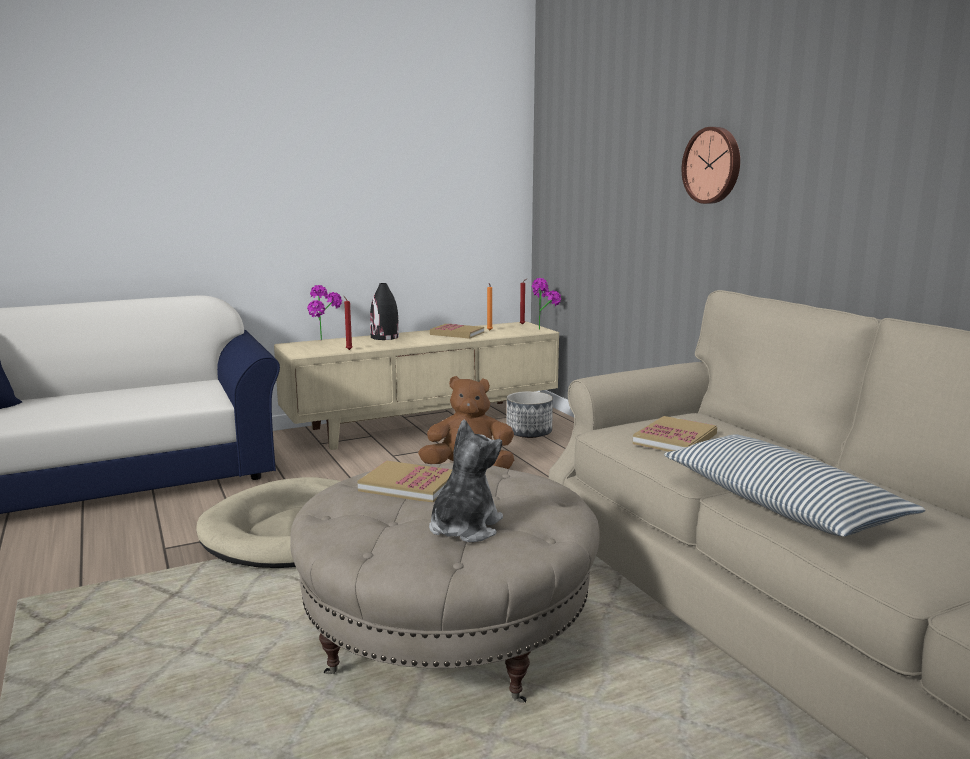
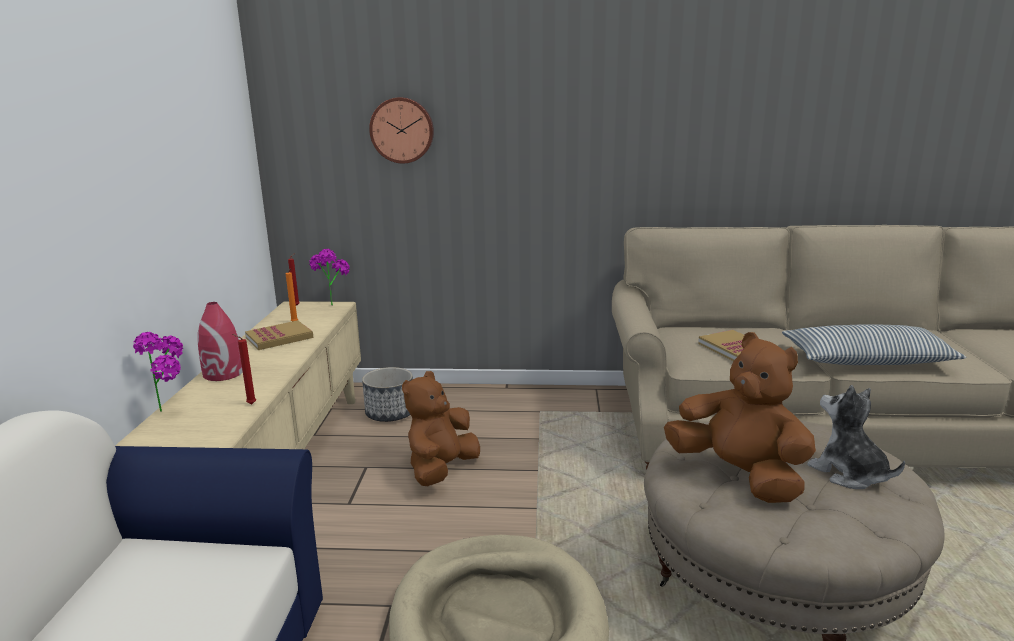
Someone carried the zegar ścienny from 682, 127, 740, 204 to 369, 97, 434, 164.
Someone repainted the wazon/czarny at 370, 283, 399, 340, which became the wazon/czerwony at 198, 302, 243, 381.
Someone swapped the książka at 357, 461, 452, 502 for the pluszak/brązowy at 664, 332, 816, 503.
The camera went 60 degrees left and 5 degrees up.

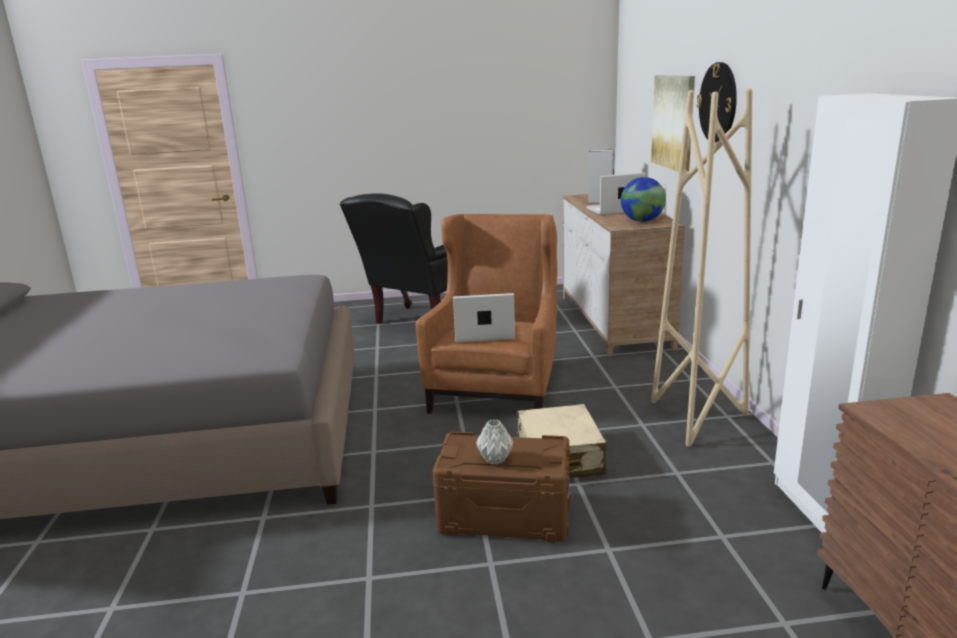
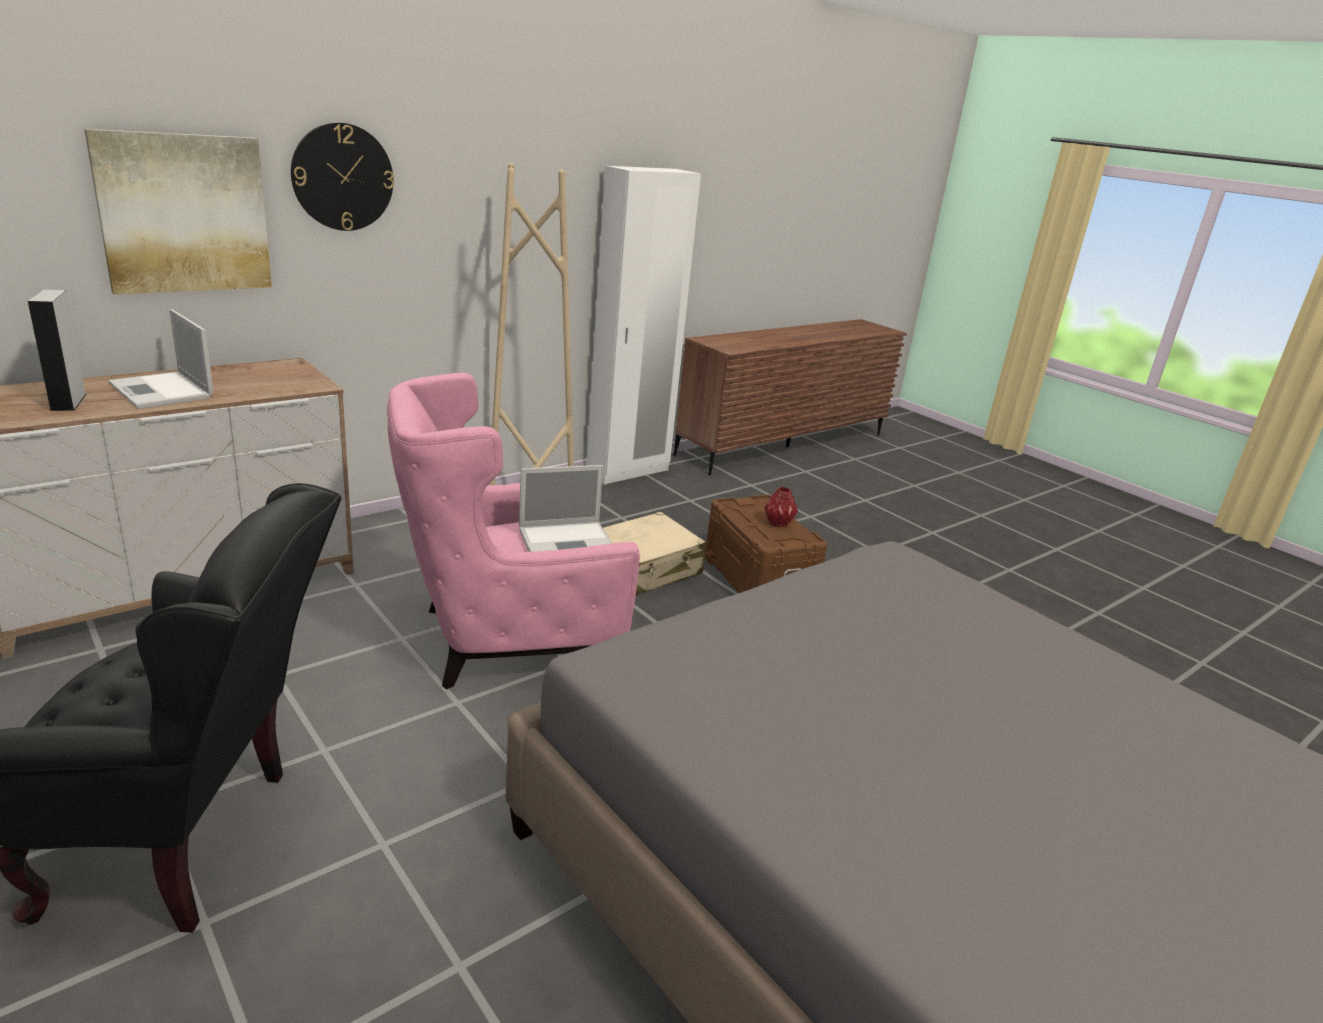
Someone took away the globus at 621, 177, 666, 222.
Someone repainted the fotel/brązowy at 416, 214, 557, 414, which became the fotel/różowy at 387, 373, 640, 689.
Someone rotated the laptop at 453, 293, 515, 343 by 75 degrees counterclockwise.
Someone repainted the wazon/szary at 476, 419, 513, 465, which became the wazon/czerwony at 764, 487, 798, 527.
The camera went 125 degrees left and 5 degrees up.

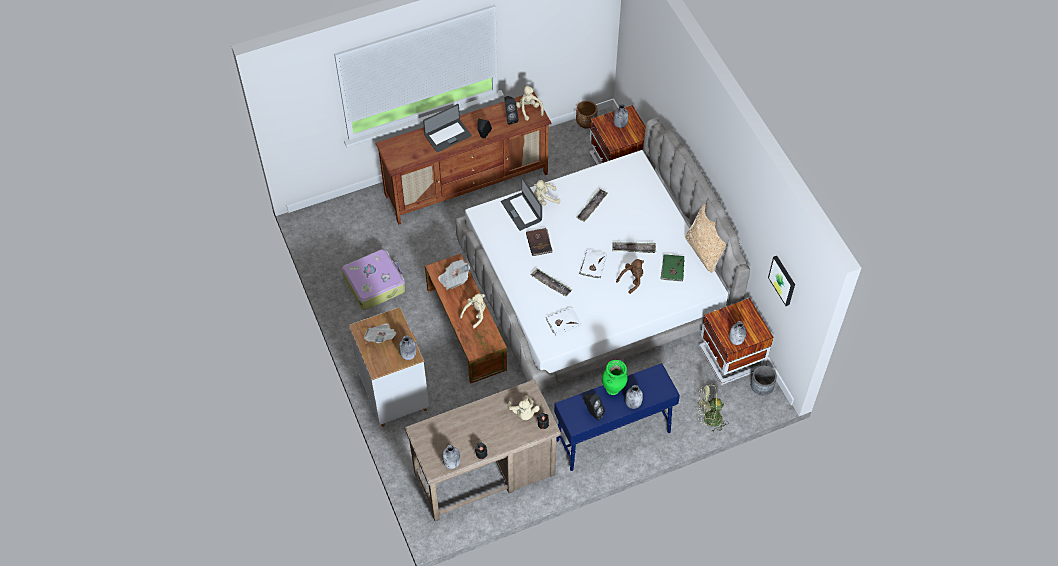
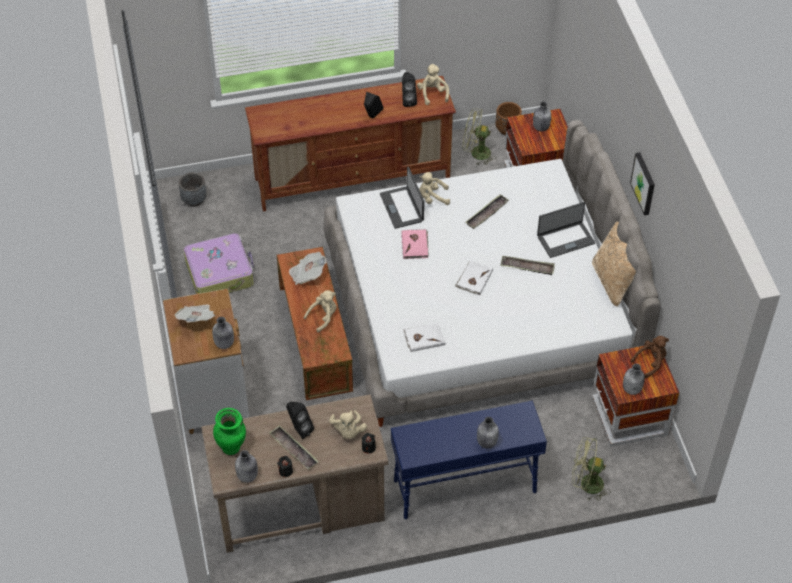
Someone carried the laptop from 423, 104, 472, 152 to 537, 202, 595, 258.
Someone repainted the książka/brązowy at 526, 228, 553, 256, which became the książka/różowy at 401, 229, 429, 259.
Someone took away the książka/zielony at 661, 254, 684, 281.
Someone carried the obraz from 768, 256, 795, 306 to 630, 152, 655, 215.
Someone carried the pluszak/brązowy from 616, 259, 644, 294 to 630, 336, 669, 378.
Someone carried the taca from 531, 268, 572, 296 to 269, 425, 319, 469.
Someone carried the wazon/zielony from 602, 360, 628, 395 to 213, 408, 246, 455.
Someone carried the donica/szary from 750, 366, 777, 395 to 178, 172, 207, 207.
Someone carried the głośnik/czarny from 583, 394, 605, 421 to 286, 402, 314, 439.
Someone put down the wentylator/zielony at 463, 108, 494, 165.
The camera went 10 degrees right and 5 degrees down.

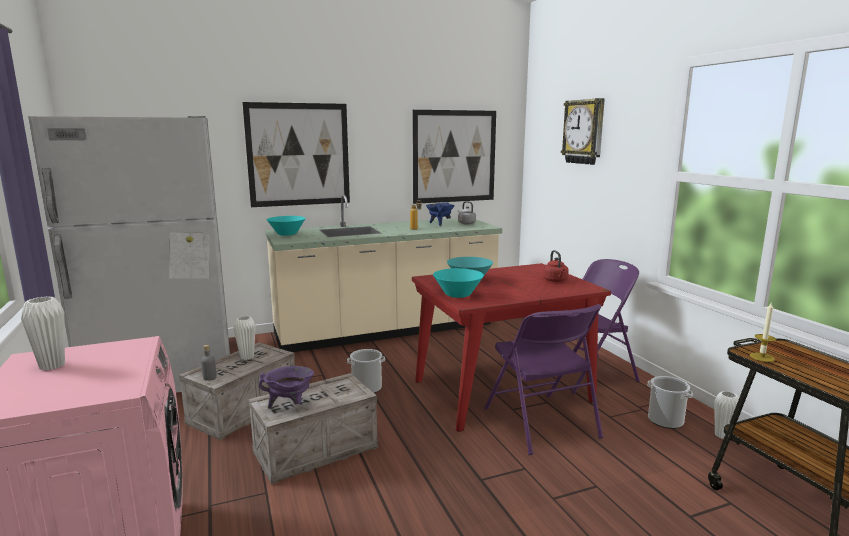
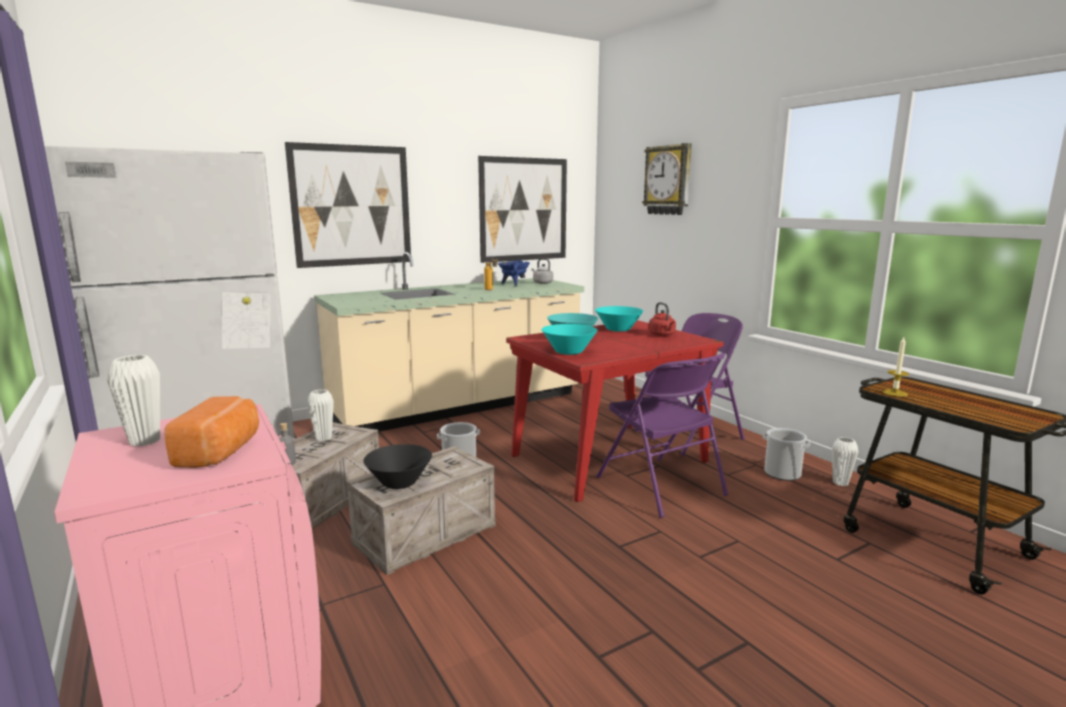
Someone carried the miska/turkusowy from 267, 216, 306, 236 to 595, 306, 643, 332.
Someone swapped the garnek/fioletowy at 259, 366, 314, 409 for the miska/czarny at 363, 444, 432, 489.
Someone put down the chleb at 164, 396, 259, 468.
The camera went 10 degrees left and 0 degrees up.

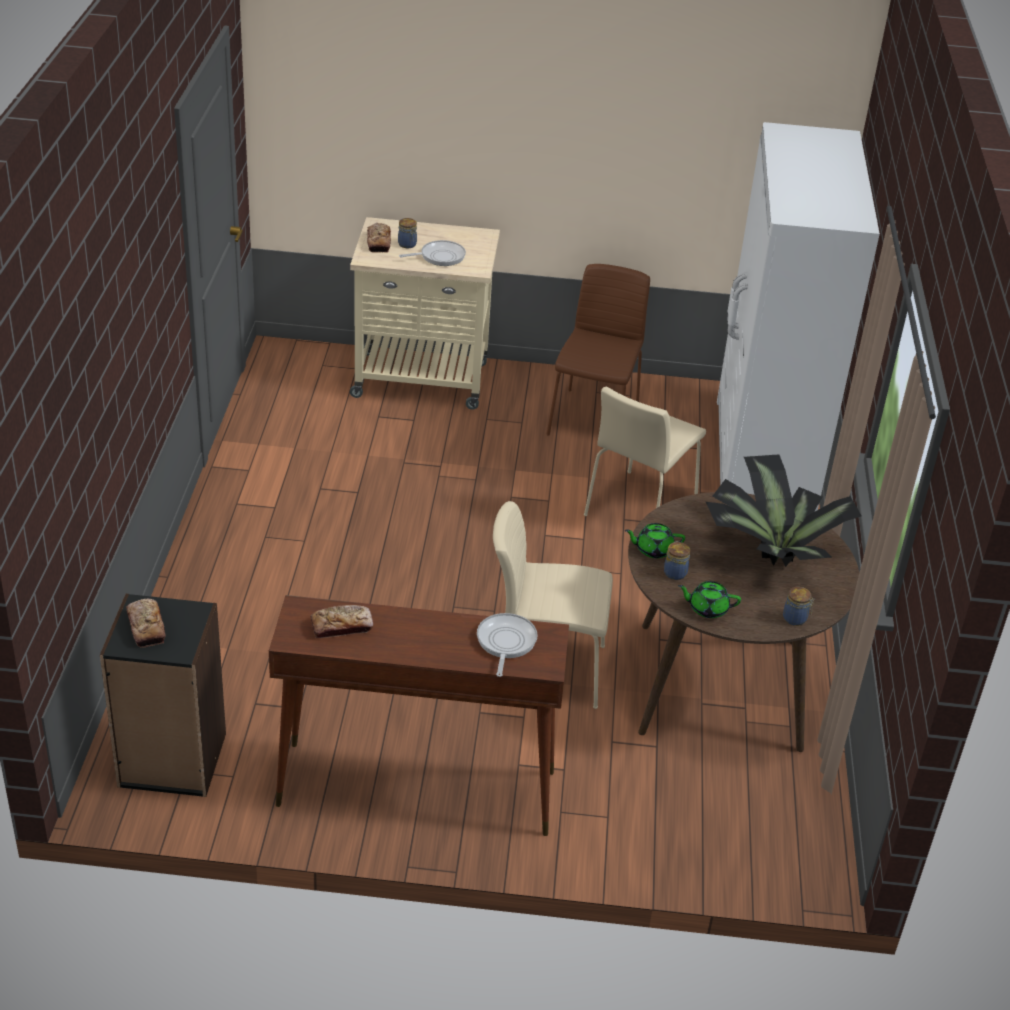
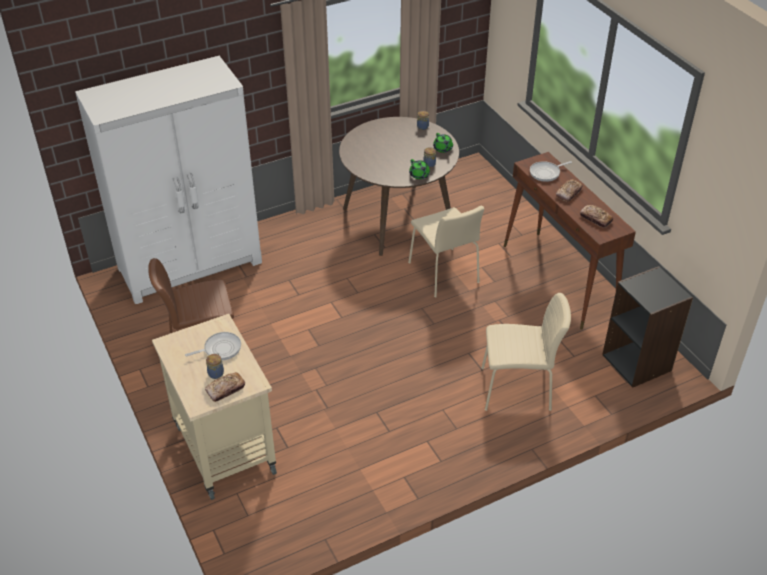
Someone rotated the patelnia at 399, 240, 466, 266 by 120 degrees clockwise.
Someone carried the krzesło/beżowy from 584, 387, 706, 516 to 481, 293, 571, 411.
Someone took away the roślina doniczkowa at 706, 454, 862, 567.
Someone carried the chleb from 126, 598, 166, 647 to 556, 179, 583, 202.
The camera went 120 degrees left and 5 degrees up.

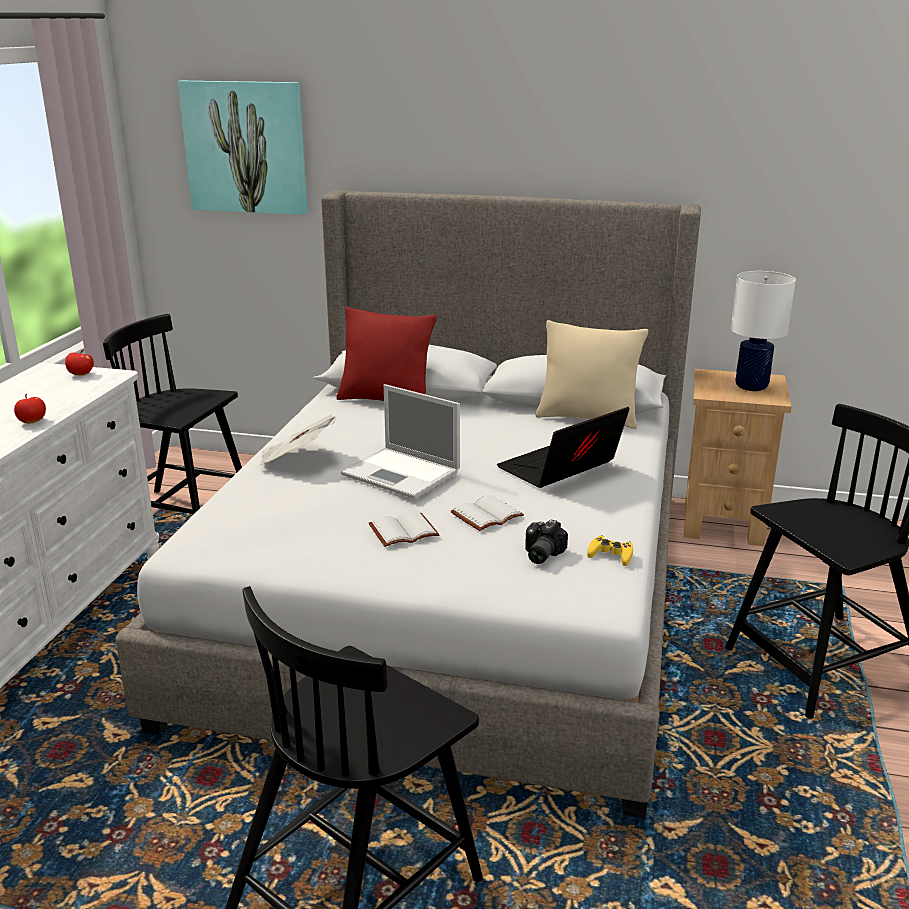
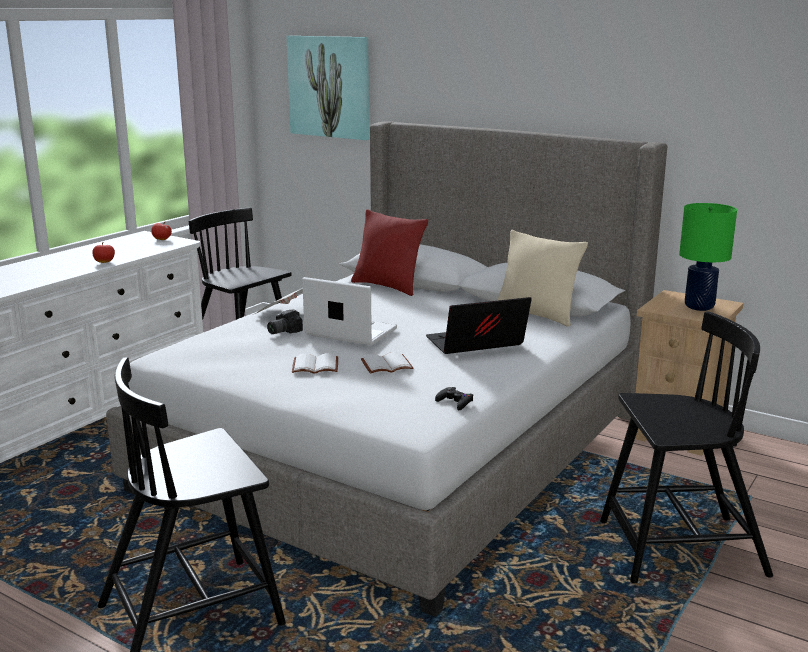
Someone repainted the lampa stołowa/biały at 731, 271, 796, 391, which became the lampa stołowa/zielony at 679, 203, 737, 311.
Someone rotated the laptop at 341, 384, 460, 499 by 150 degrees clockwise.
Someone carried the aparat fotograficzny from 525, 520, 568, 564 to 267, 309, 303, 334.
Someone repainted the pad do gier/żółty at 587, 536, 633, 566, which became the pad do gier/czarny at 435, 387, 474, 410.
The camera went 20 degrees right and 5 degrees down.

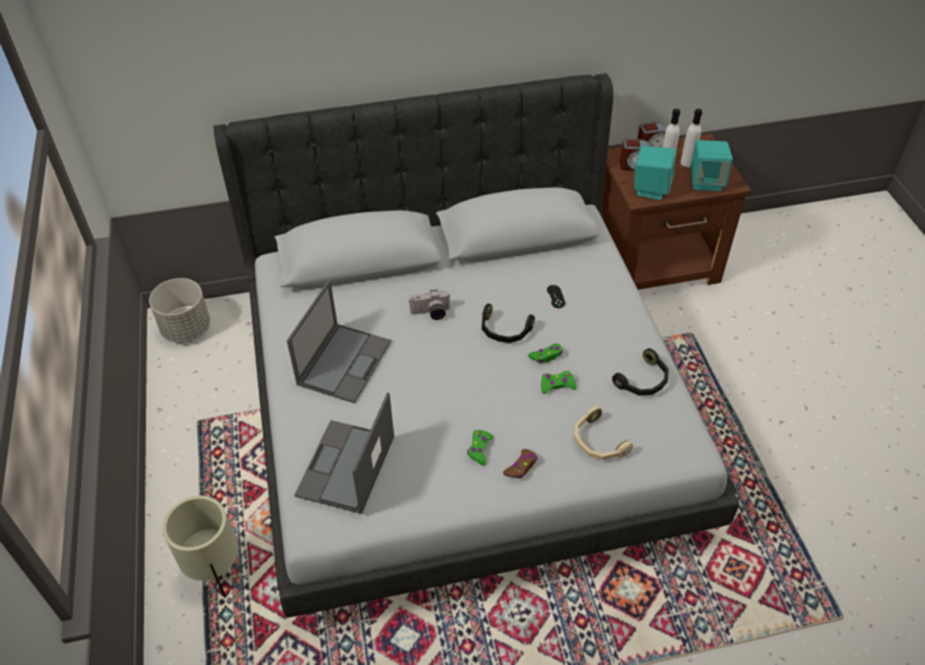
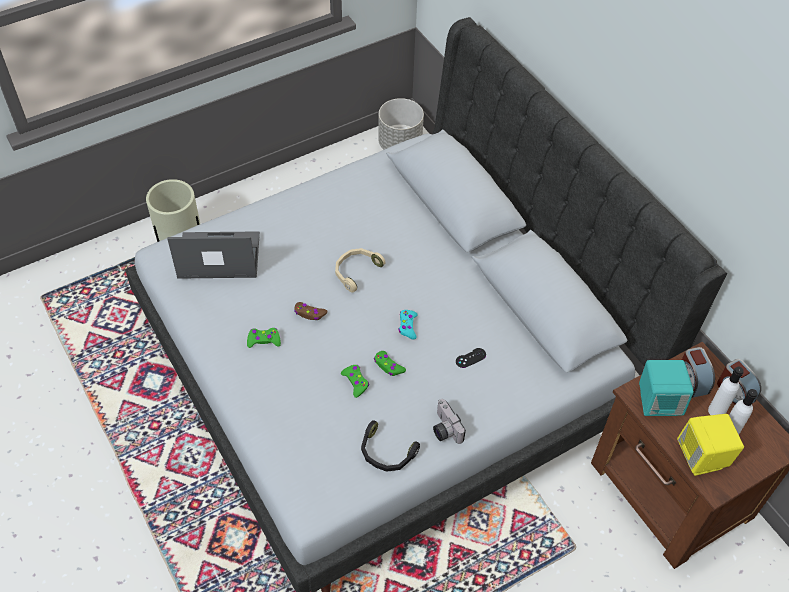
Someone repainted the głośnik/turkusowy at 691, 140, 733, 191, which became the głośnik/żółty at 677, 414, 744, 476.
Someone took away the laptop at 287, 280, 391, 403.
Someone carried the aparat fotograficzny from 409, 290, 451, 320 to 433, 399, 466, 444.
Someone swapped the słuchawki/czarny at 482, 304, 535, 343 for the pad do gier/turkusowy at 398, 310, 417, 340.
Someone carried the słuchawki/beżowy from 574, 406, 633, 460 to 335, 248, 386, 292.
Someone carried the pad do gier/brązowy from 503, 449, 538, 478 to 294, 302, 327, 320.
The camera went 70 degrees right and 5 degrees up.

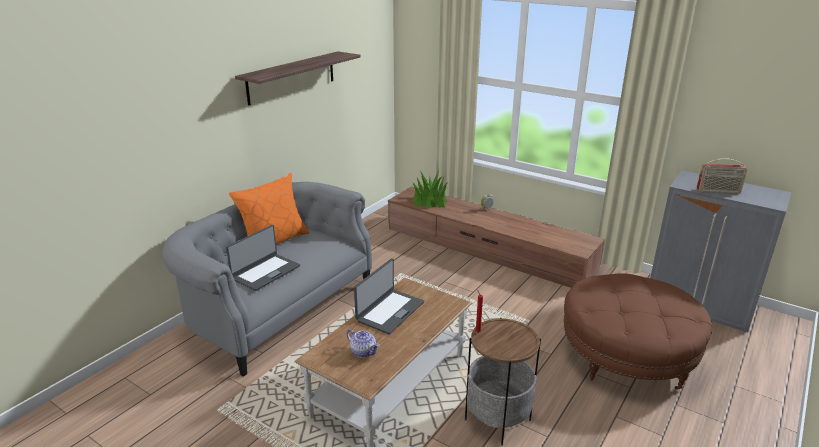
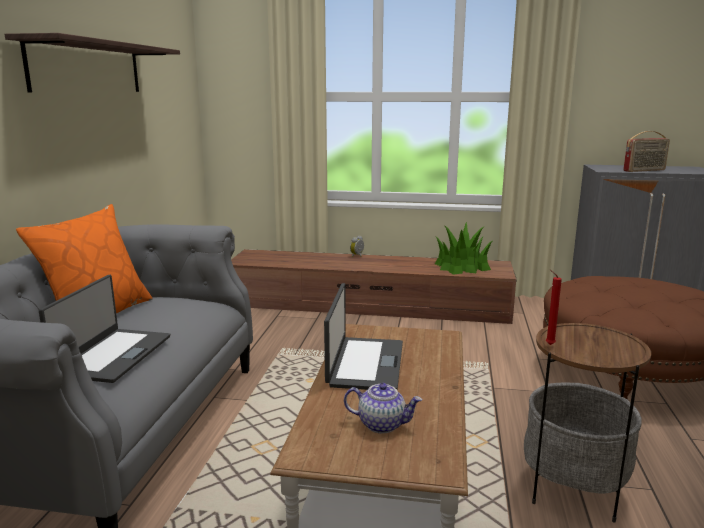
Someone carried the roślina doniczkowa from 412, 170, 448, 208 to 435, 222, 492, 275.
The camera went 25 degrees left and 10 degrees down.

